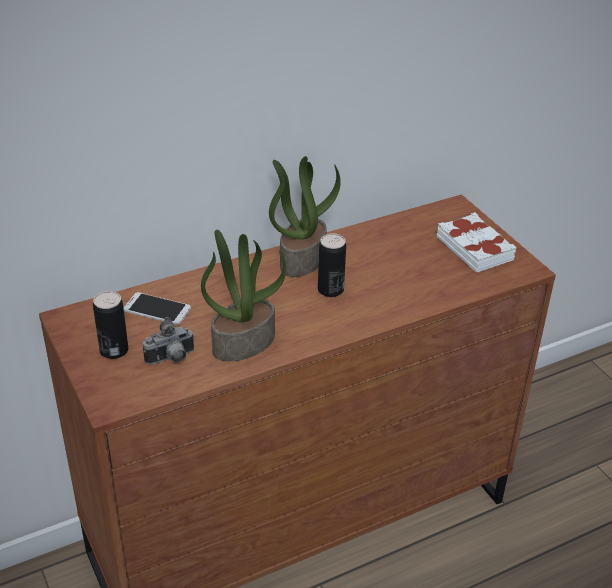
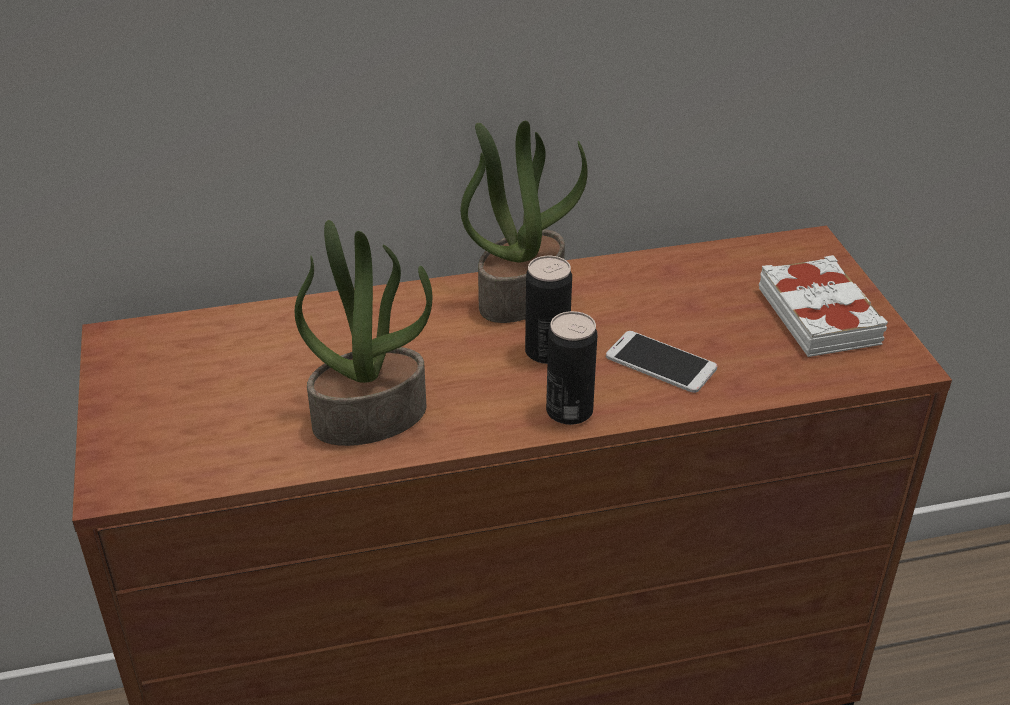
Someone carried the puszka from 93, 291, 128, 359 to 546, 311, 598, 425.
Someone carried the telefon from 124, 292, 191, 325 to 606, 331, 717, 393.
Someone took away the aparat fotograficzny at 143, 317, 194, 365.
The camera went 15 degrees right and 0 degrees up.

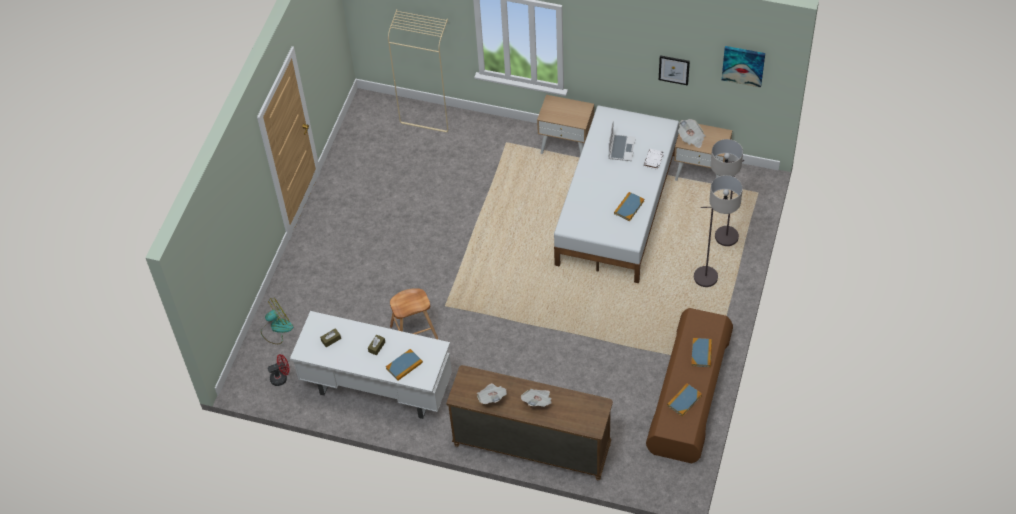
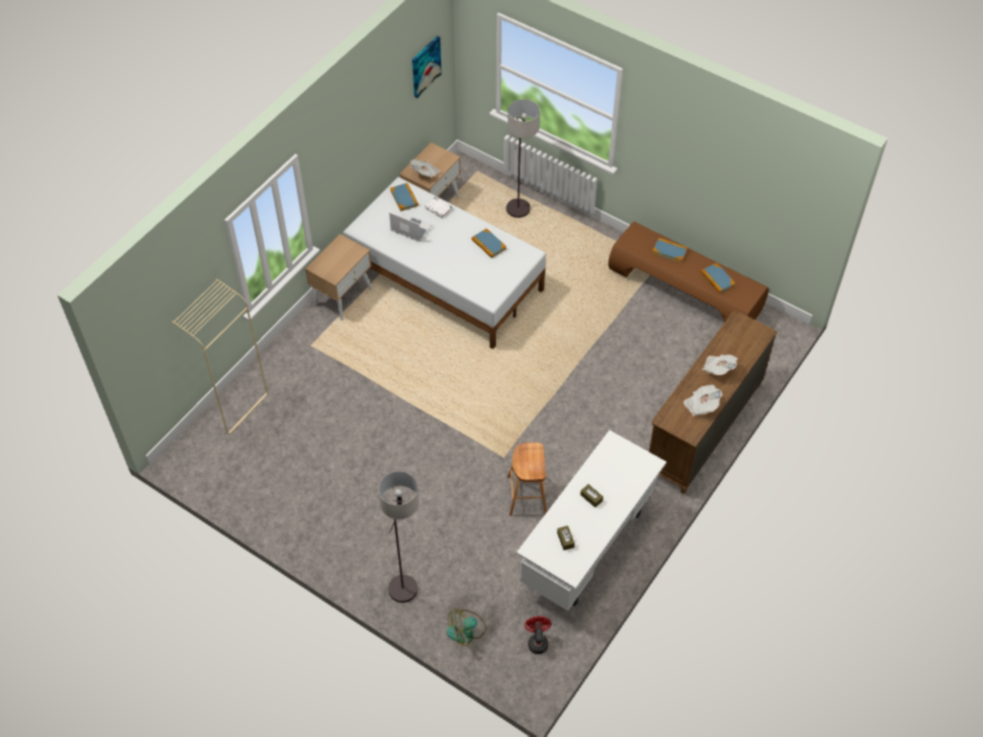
Someone took away the obraz at 659, 55, 690, 86.
Someone carried the lampa stojąca/szary from 694, 175, 743, 287 to 378, 471, 419, 603.
Someone rotated the wentylator at 261, 298, 293, 344 by 105 degrees counterclockwise.
Someone carried the książka from 386, 349, 423, 381 to 390, 183, 419, 211.
The camera went 75 degrees left and 0 degrees up.

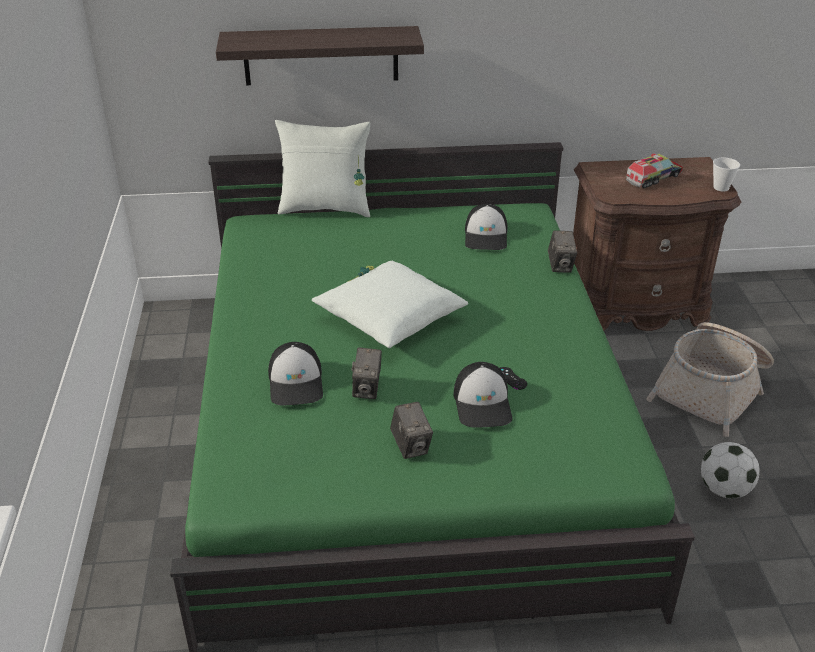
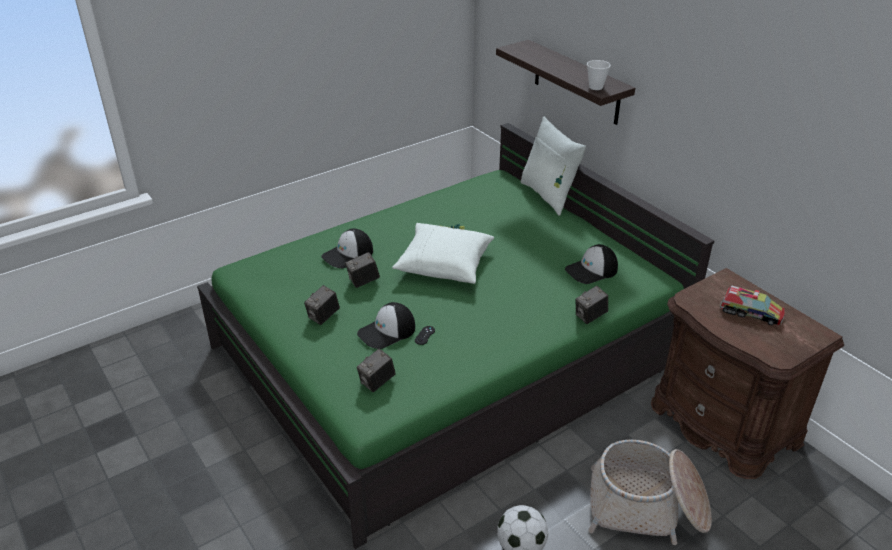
Someone carried the filiżanka from 713, 157, 740, 191 to 587, 60, 611, 90.
Someone put down the aparat fotograficzny at 357, 349, 396, 392.
The camera went 60 degrees right and 0 degrees up.

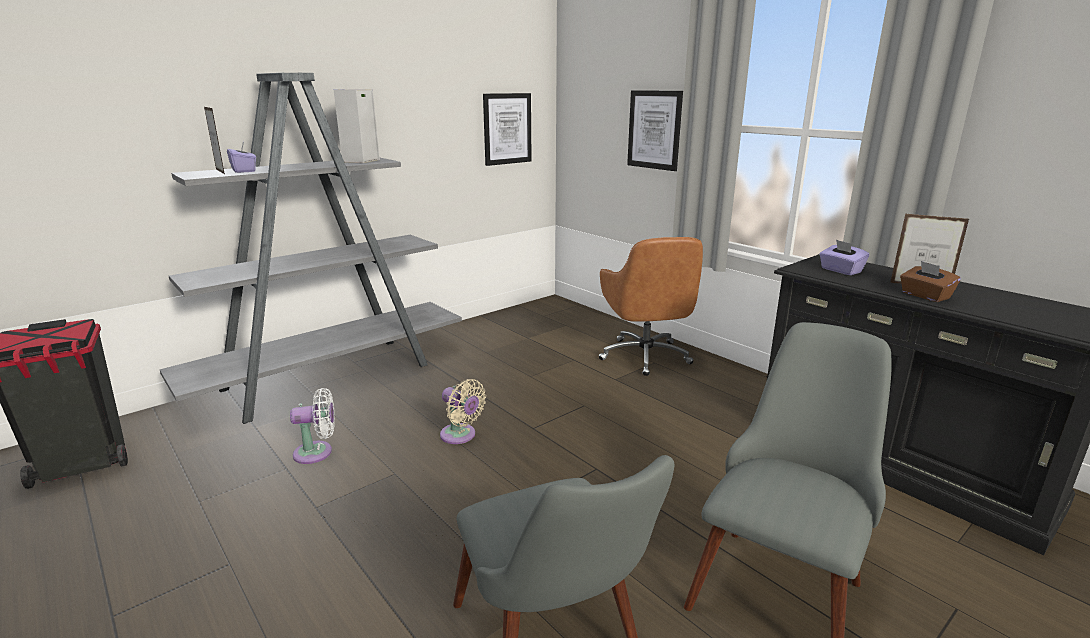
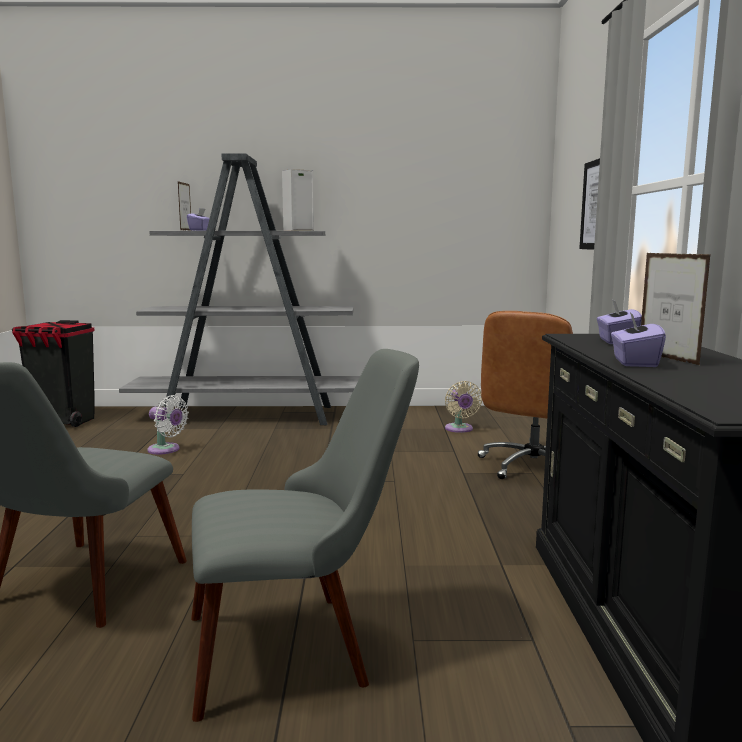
Someone took away the obraz at 483, 93, 532, 166.
Someone repainted the pudełko chusteczek/brązowy at 900, 261, 961, 302, which became the pudełko chusteczek/fioletowy at 611, 313, 666, 367.
Someone carried the wentylator/beżowy from 440, 379, 486, 444 to 445, 381, 482, 433.
The camera went 40 degrees right and 10 degrees down.

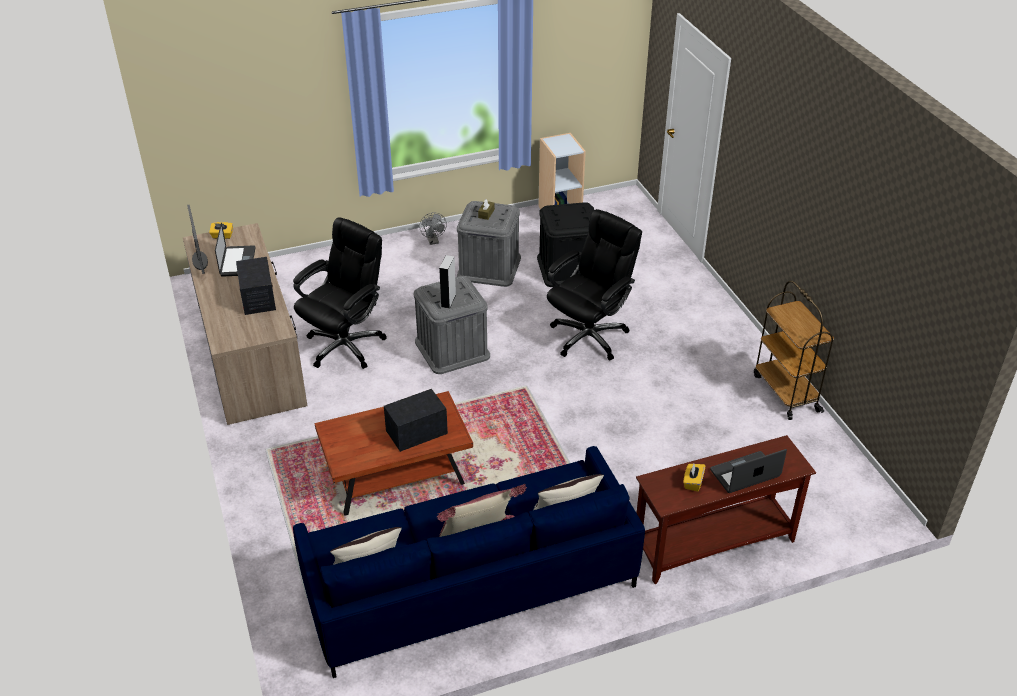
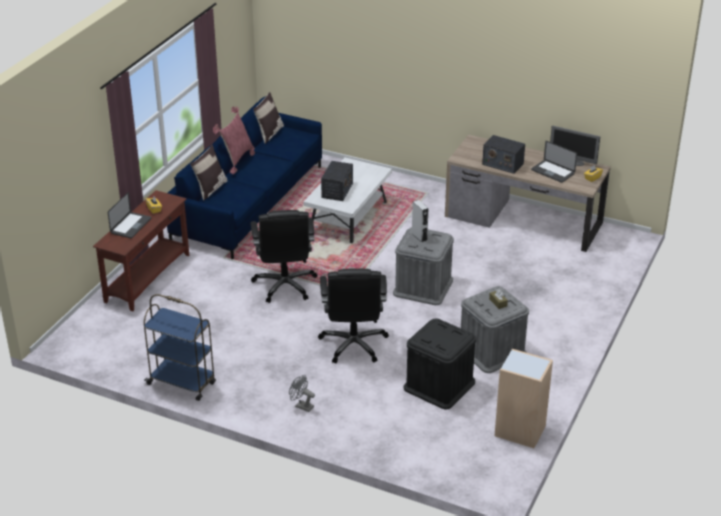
Someone carried the wentylator/szary from 419, 213, 447, 245 to 289, 375, 315, 412.
Someone carried the krzesło biurowe/czarny from 293, 217, 386, 369 to 251, 210, 318, 303.
Someone repainted the wózek/brązowy at 754, 281, 834, 420, which became the wózek/niebieski at 143, 294, 216, 401.
Someone repainted the ława/brązowy at 315, 391, 473, 516, which became the ława/biały at 303, 157, 392, 243.
The camera went 135 degrees right and 5 degrees down.

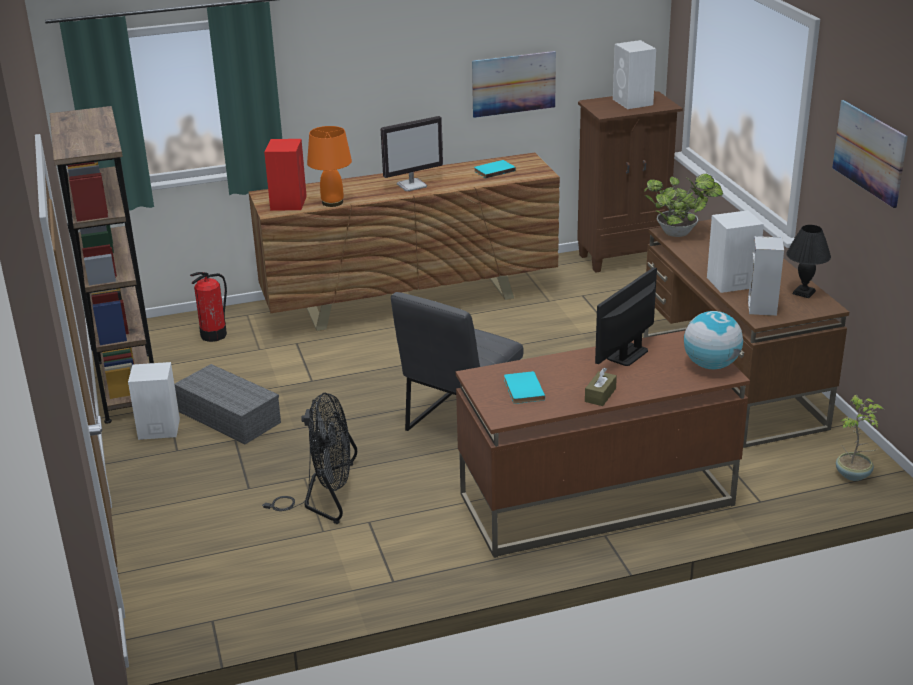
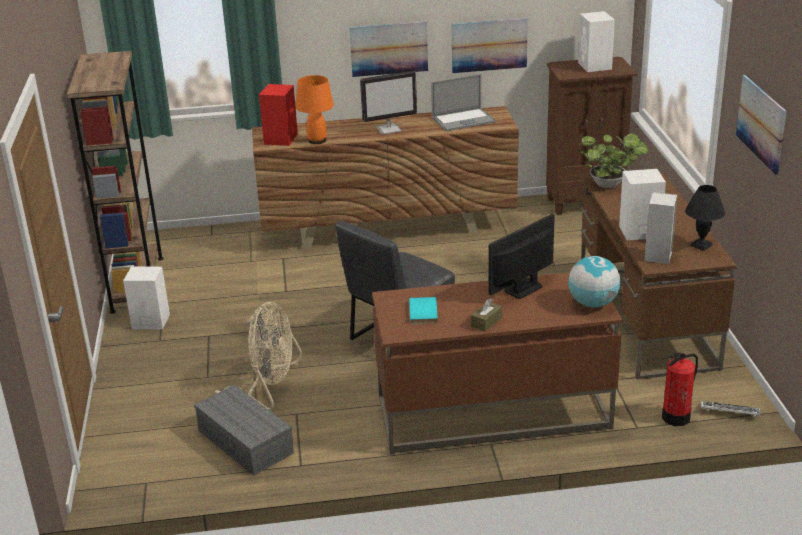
Someone swapped the książka/turkusowy at 474, 160, 516, 178 for the laptop at 431, 74, 496, 131.
Someone carried the gaśnica from 190, 272, 227, 342 to 662, 353, 698, 426.
Someone carried the pojemnik do przechowywania/szary from 175, 364, 281, 444 to 194, 385, 294, 475.
Someone repainted the wentylator/czarny at 263, 393, 357, 524, which became the wentylator/beżowy at 214, 302, 302, 412.
Someone swapped the roślina doniczkowa at 836, 395, 884, 481 for the klawiatura at 701, 401, 761, 417.
Someone put up the obraz at 349, 21, 428, 77.
The camera went 10 degrees right and 0 degrees up.

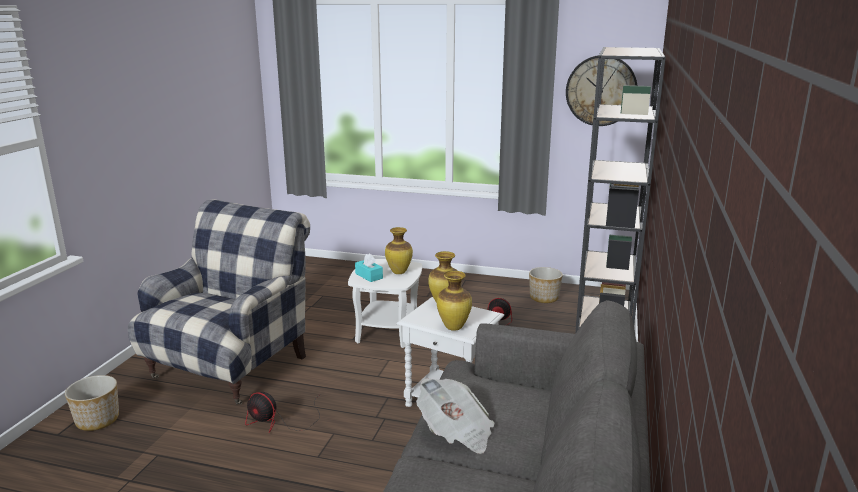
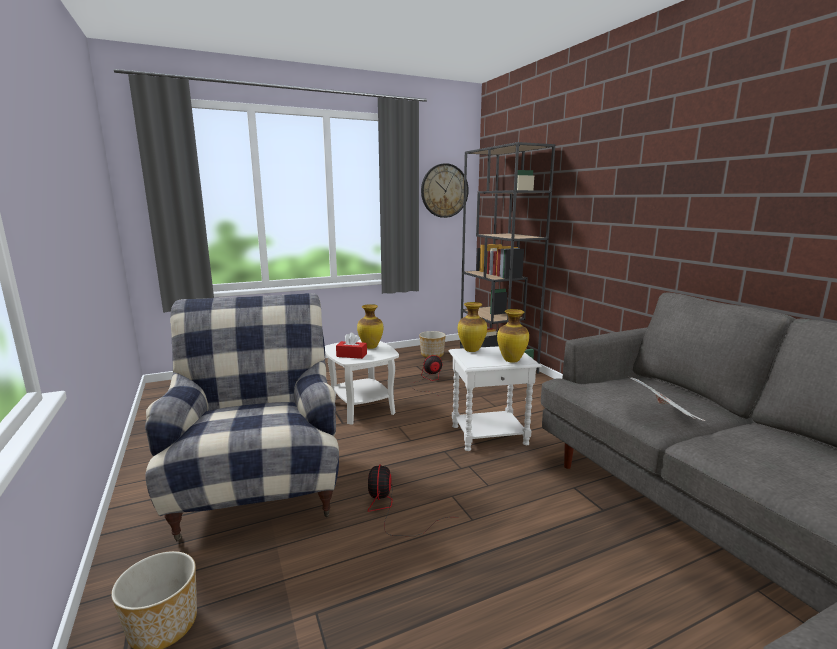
Someone repainted the pudełko chusteczek/turkusowy at 355, 254, 383, 282, which became the pudełko chusteczek/czerwony at 336, 333, 367, 359.
Someone rotated the wentylator at 245, 392, 321, 433 by 105 degrees clockwise.
The camera went 40 degrees left and 5 degrees down.

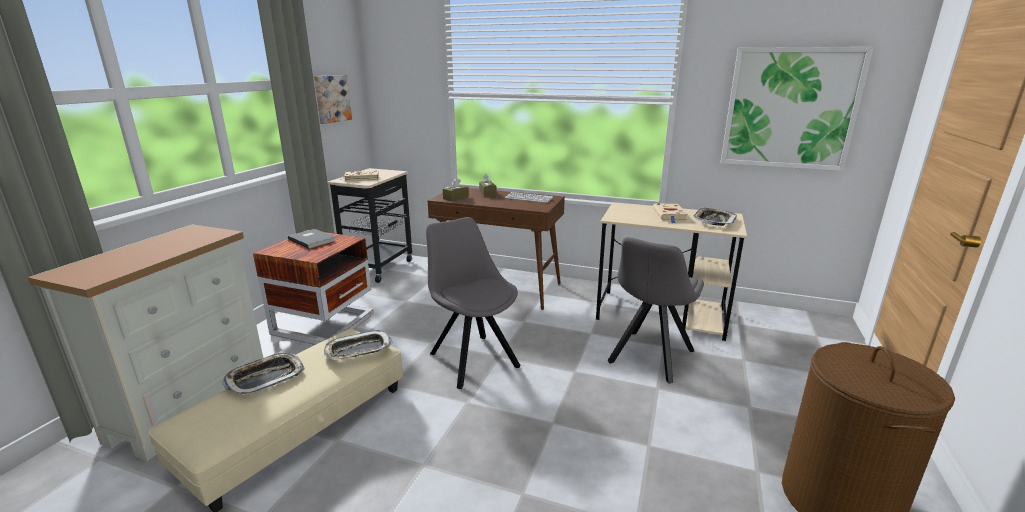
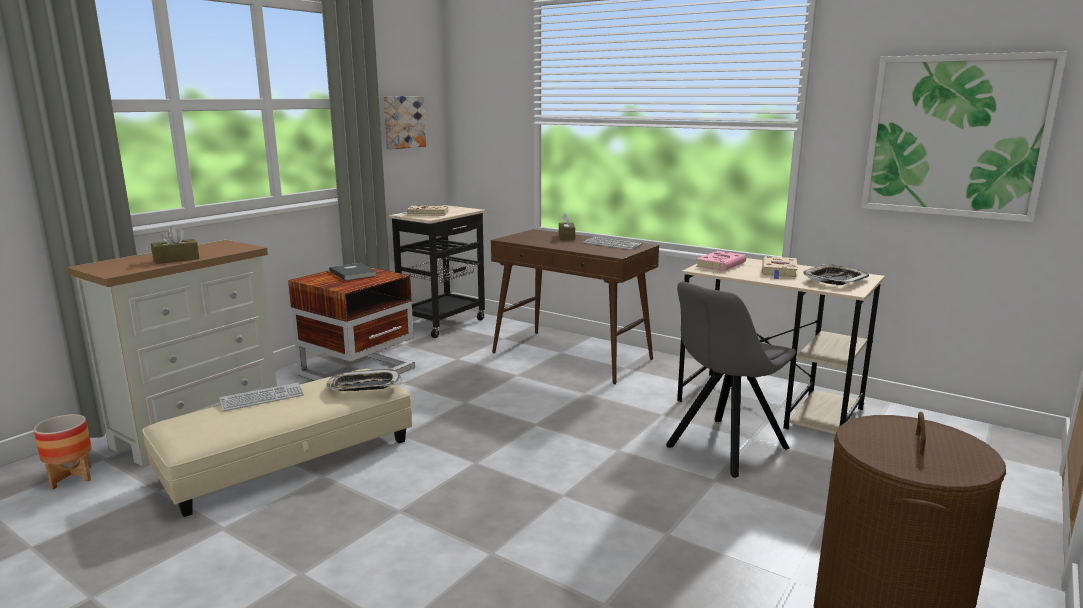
Someone carried the pudełko chusteczek/brązowy from 443, 178, 469, 201 to 151, 226, 199, 264.
Someone took away the krzesło/szary at 426, 217, 520, 389.
Someone swapped the taca at 222, 351, 304, 396 for the klawiatura at 219, 383, 304, 411.
Someone put down the książka/różowy at 696, 251, 746, 271.
Someone put down the donica at 34, 414, 92, 490.
The camera went 15 degrees right and 5 degrees down.

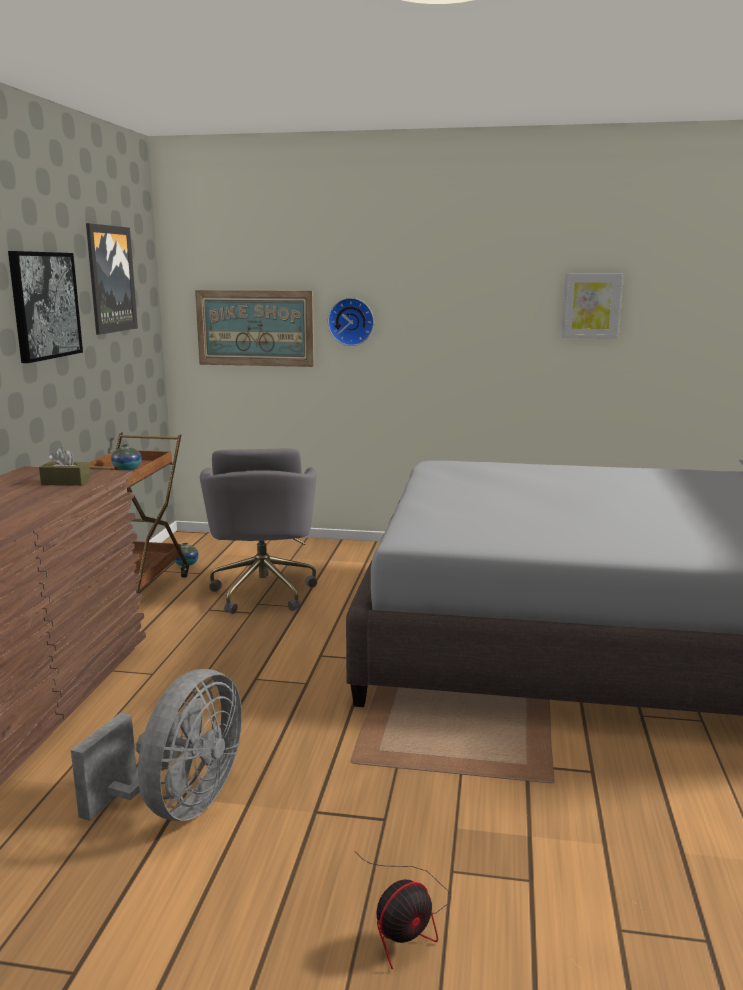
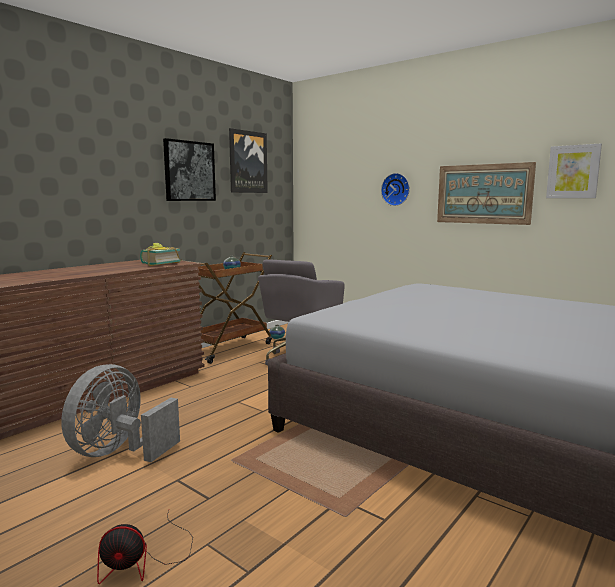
Someone carried the obraz from 195, 290, 314, 367 to 437, 162, 536, 225.
Someone swapped the pudełko chusteczek/brązowy at 39, 447, 91, 486 for the książka at 140, 243, 181, 266.
Someone rotated the wentylator/szary at 71, 669, 242, 821 by 150 degrees clockwise.
The camera went 30 degrees right and 5 degrees down.

